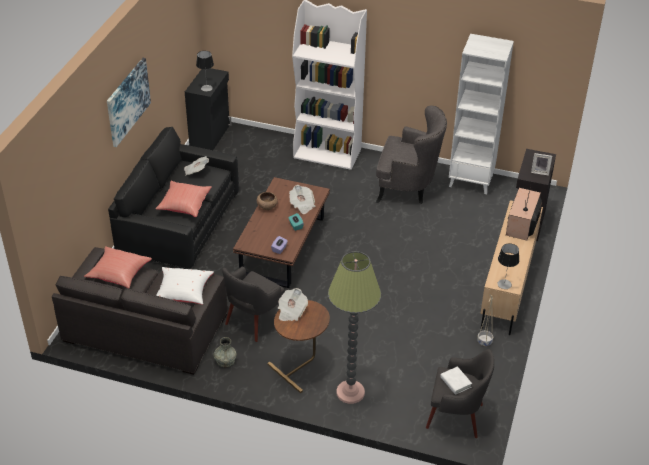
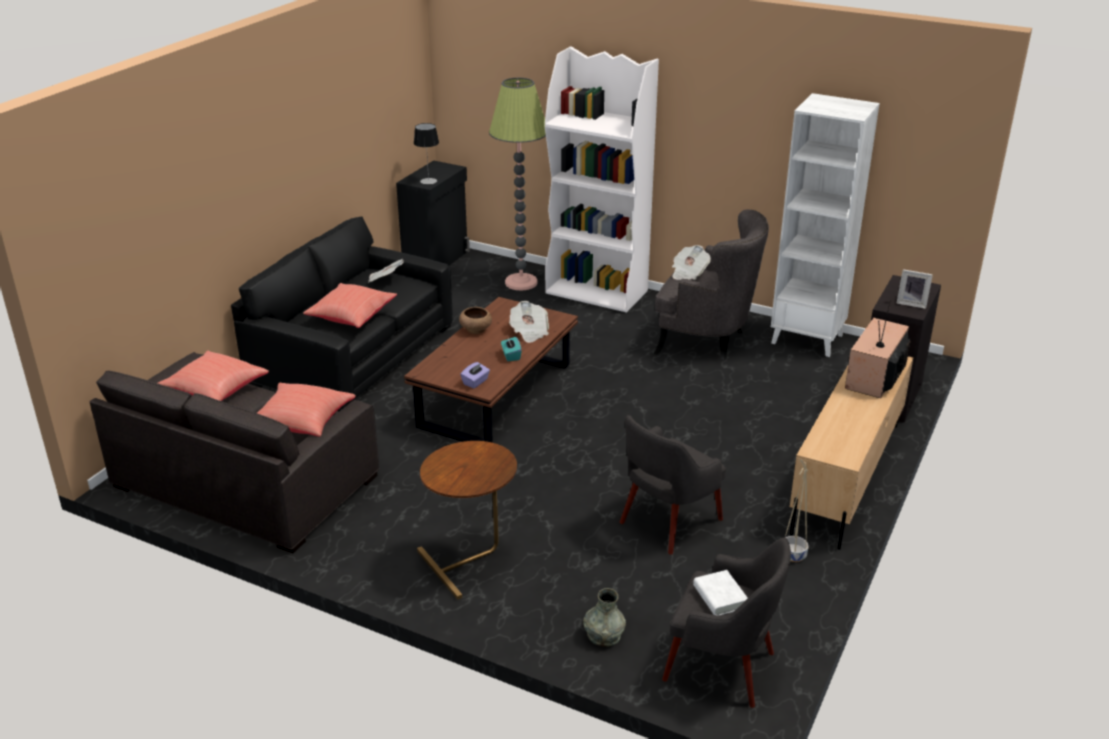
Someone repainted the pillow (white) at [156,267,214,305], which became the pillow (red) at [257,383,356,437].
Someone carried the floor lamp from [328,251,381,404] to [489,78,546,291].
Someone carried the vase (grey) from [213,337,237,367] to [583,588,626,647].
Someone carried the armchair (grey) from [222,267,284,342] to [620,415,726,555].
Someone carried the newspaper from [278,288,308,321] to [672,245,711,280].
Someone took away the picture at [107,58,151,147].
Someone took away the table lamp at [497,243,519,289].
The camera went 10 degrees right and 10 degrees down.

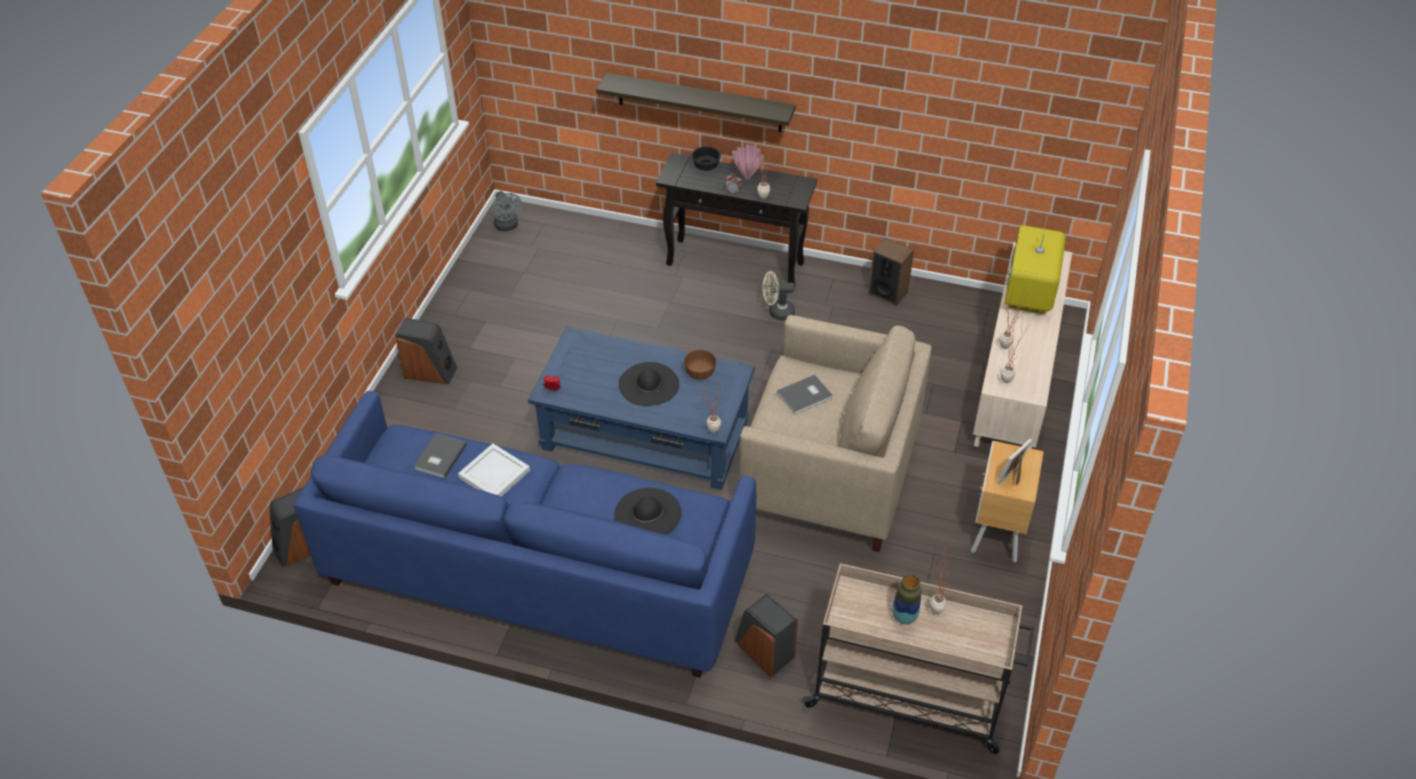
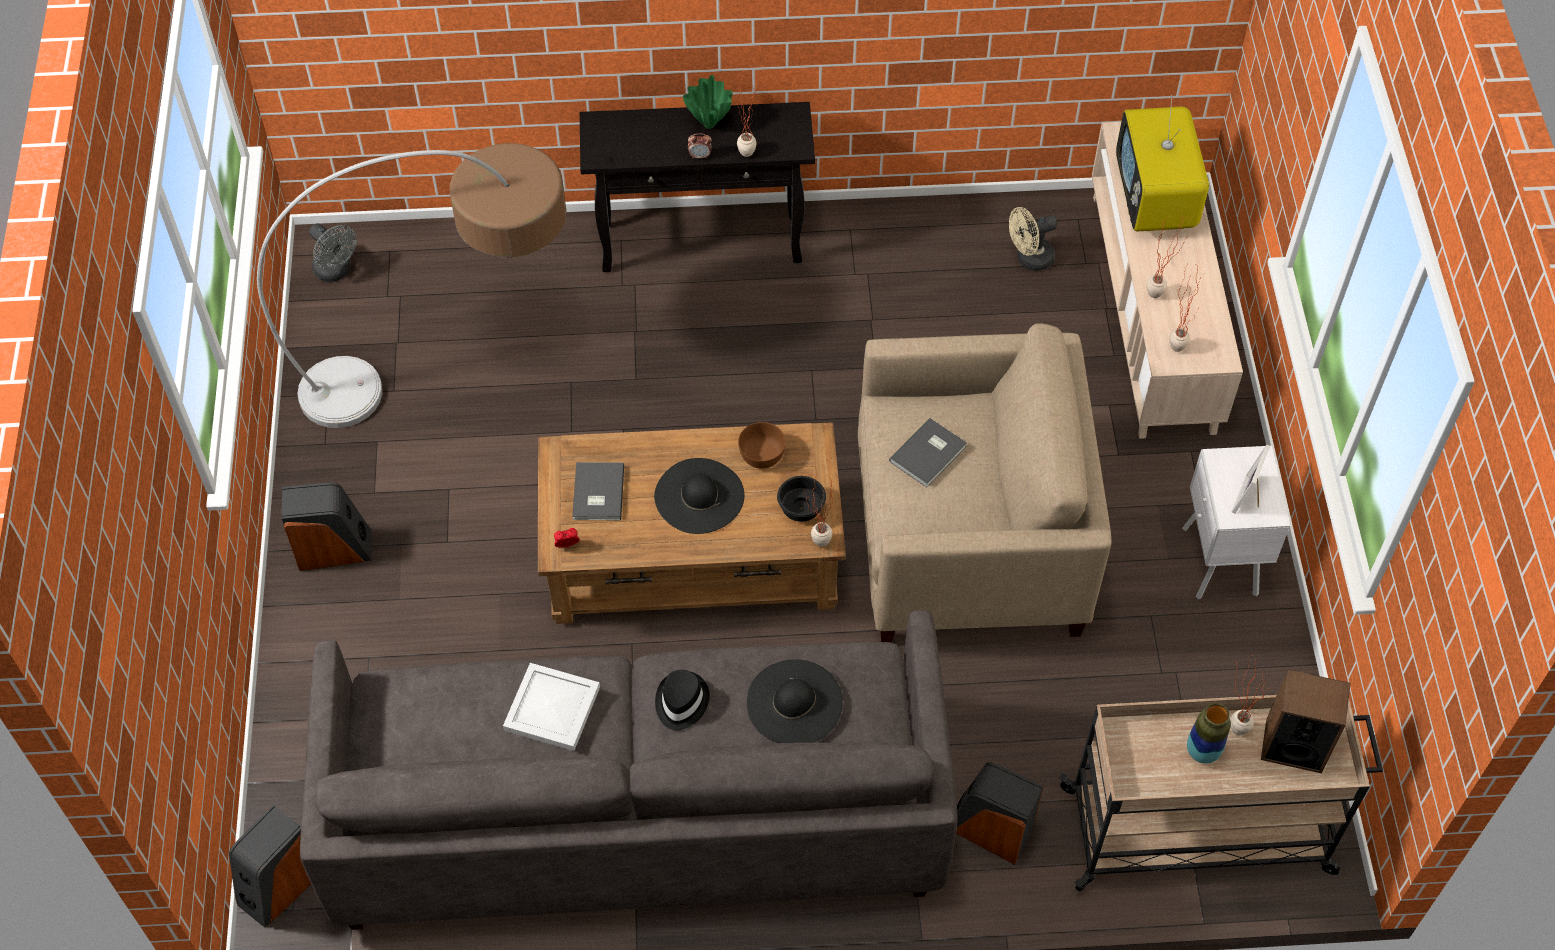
Someone put down the floor lamp at [257,143,566,428].
Someone repainted the sofa (blue) at [294,391,756,678], which became the sofa (grey) at [300,610,958,930].
Someone repainted the coffee table (blue) at [528,327,755,490], which became the coffee table (brown) at [538,422,846,624].
Someone carried the book (grey) from [414,433,467,478] to [572,462,624,520].
Someone put down the hat (black) at [655,670,709,730].
Someone repainted the vase (pink) at [732,144,764,179], which became the vase (green) at [683,75,733,129].
Someone carried the bowl (black) from [692,146,721,170] to [777,476,826,522].
Someone carried the fan (beige) from [763,271,795,320] to [1009,207,1057,271].
Someone repainted the nightstand (brown) at [971,441,1044,562], which became the nightstand (white) at [1182,446,1290,599].
Someone carried the speaker from [868,238,914,306] to [1261,670,1350,773].
Someone took away the shelf at [596,73,796,132].
The camera went 20 degrees left and 10 degrees up.

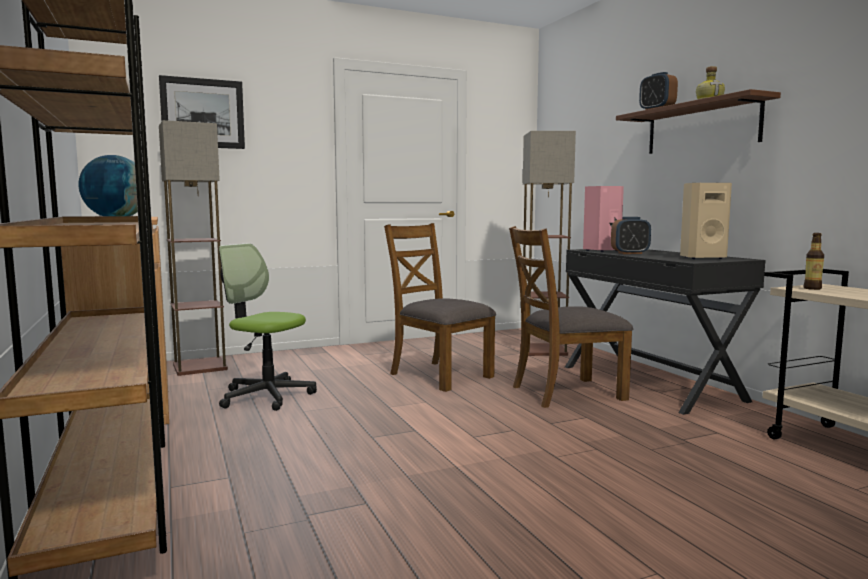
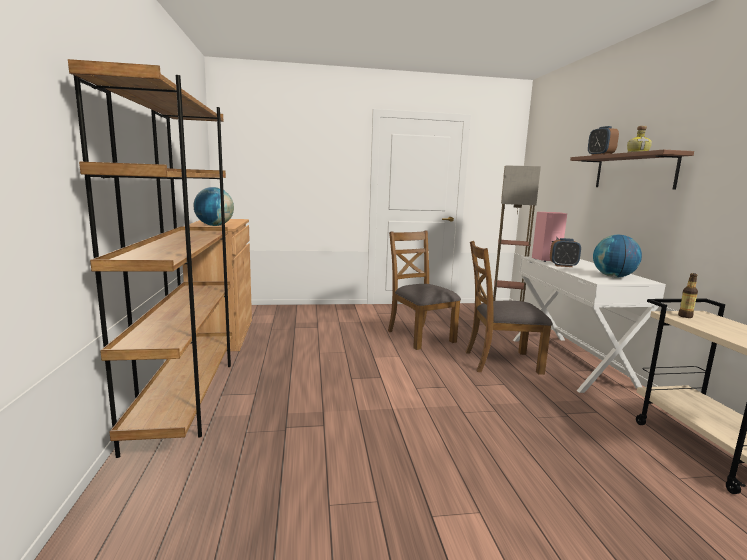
Someone repainted the desk (black) at [565,249,766,415], which became the desk (white) at [513,257,666,393].
Someone swapped the speaker (beige) at [680,183,732,259] for the globe at [593,235,642,278].
Someone took away the picture at [159,75,245,149].
Someone took away the floor lamp at [159,120,228,376].
Someone took away the office chair at [219,243,317,411].
The camera went 15 degrees right and 5 degrees up.

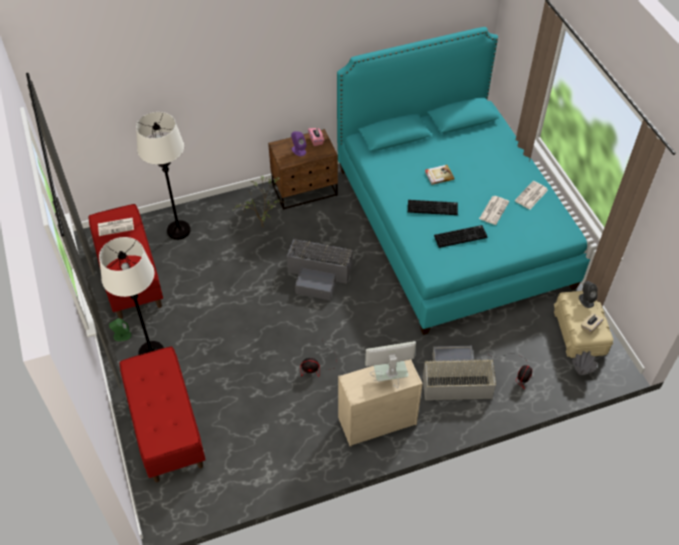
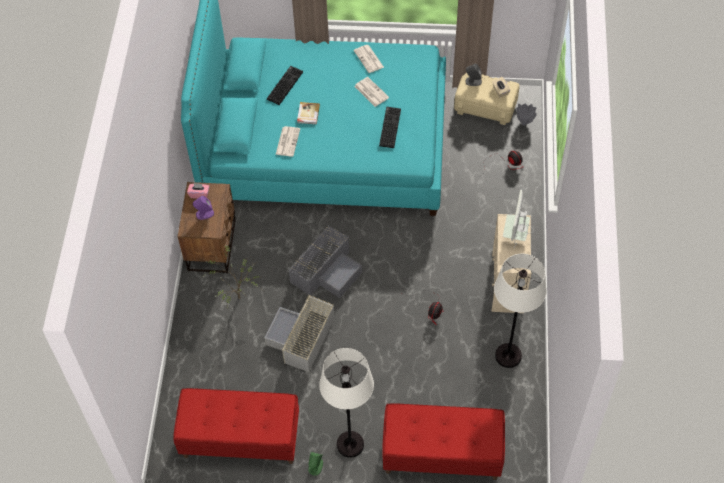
Someone carried the storage box (grey) from [423,346,496,400] to [264,295,335,372].
Someone carried the keyboard from [408,200,458,215] to [267,66,303,105].
Someone carried the newspaper from [98,217,134,236] to [275,126,300,157].
Someone carried the floor lamp (white) from [136,112,191,240] to [494,254,546,368].
The camera went 65 degrees left and 5 degrees up.

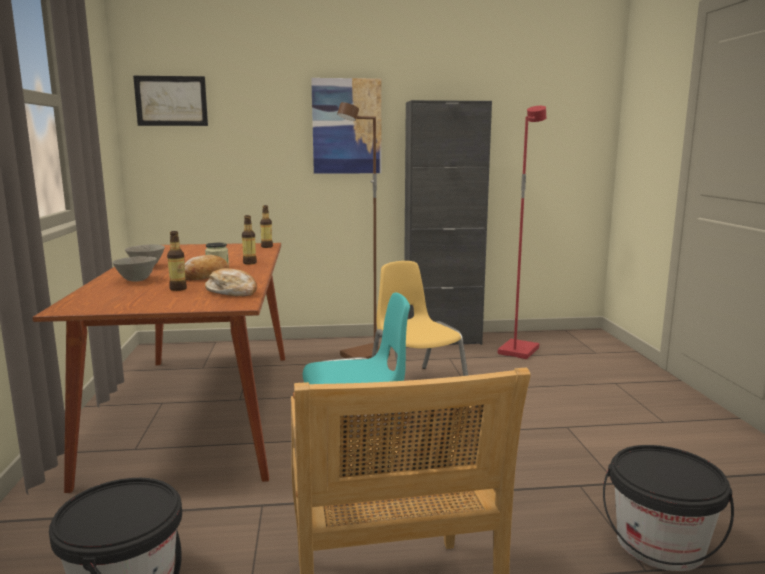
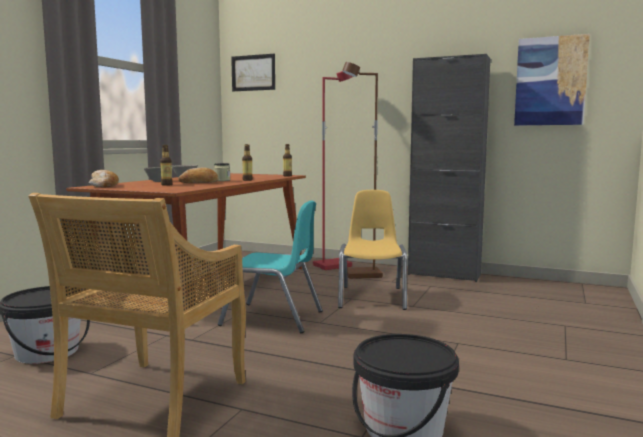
Someone carried the bread from [205,268,257,297] to [89,170,119,187].
Someone carried the floor lamp (red) from [498,106,546,359] to [313,71,352,270].
Someone carried the picture from [311,78,381,174] to [514,34,590,126].
The camera went 30 degrees right and 5 degrees down.

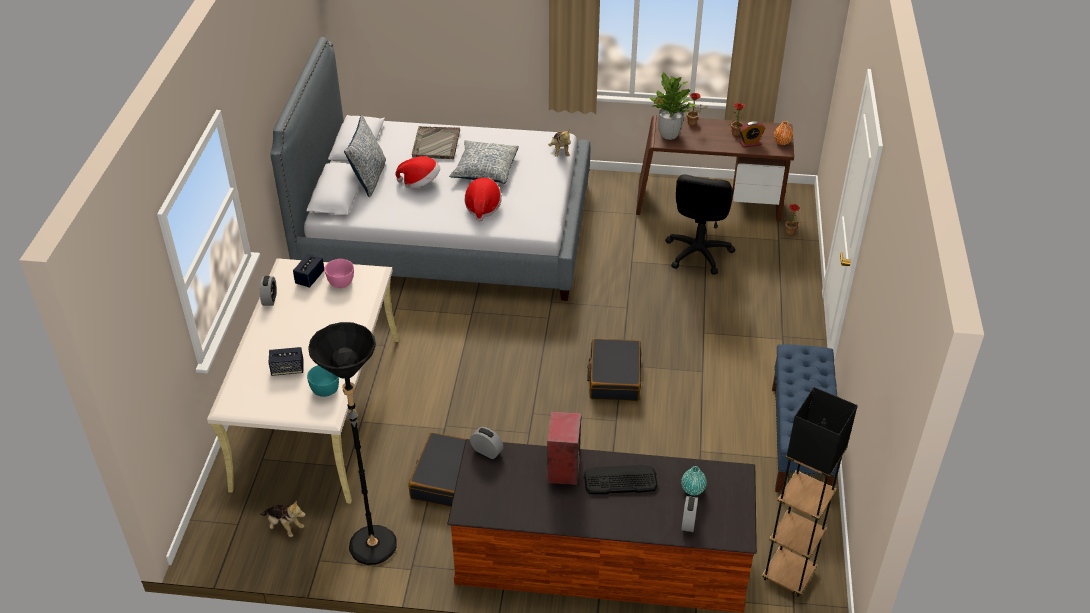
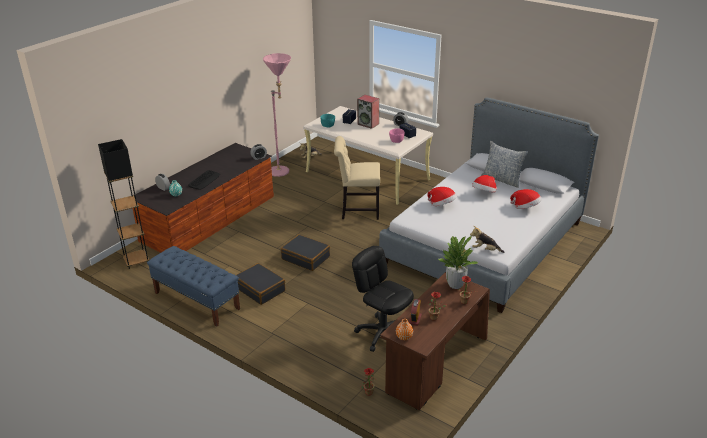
Someone carried the suitcase (black) from [409,432,466,507] to [236,263,285,305].
Someone repainted the floor lamp (black) at [308,322,397,565], which became the floor lamp (pink) at [263,53,291,177].
Someone put down the chair (beige) at [334,136,380,220].
Someone carried the speaker from [547,411,581,485] to [357,95,379,129].
Someone swapped the tray (grey) at [412,126,460,159] for the hat at [510,189,542,209].
Someone took away the pillow at [449,140,519,184].
The camera went 120 degrees right and 10 degrees down.

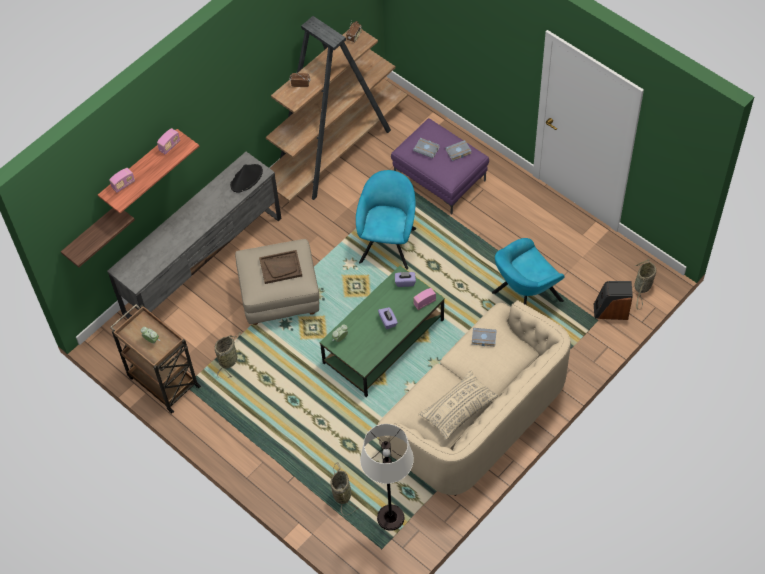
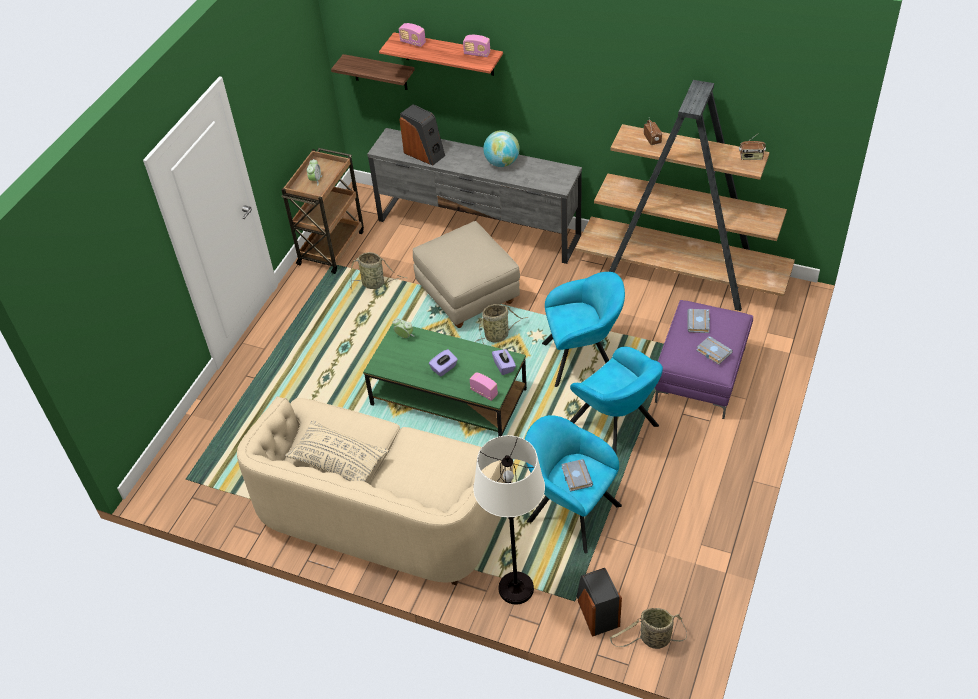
Someone put down the speaker at [399,104,445,166].
Someone carried the floor lamp (white) from [360,424,414,531] to [473,435,545,604].
Someone carried the basket from [330,462,358,516] to [475,304,528,344].
Someone put down the globe at [483,130,520,167].
Someone carried the book (grey) from [472,328,497,347] to [561,459,593,492].
Someone put down the armchair (turquoise) at [570,347,663,453].
Someone took away the hat (black) at [230,164,263,193].
Someone took away the tray (brown) at [259,250,302,284].
The camera went 70 degrees right and 10 degrees down.

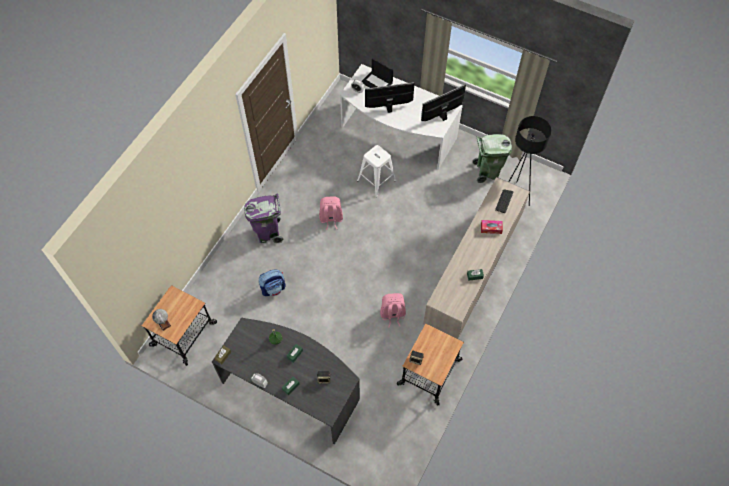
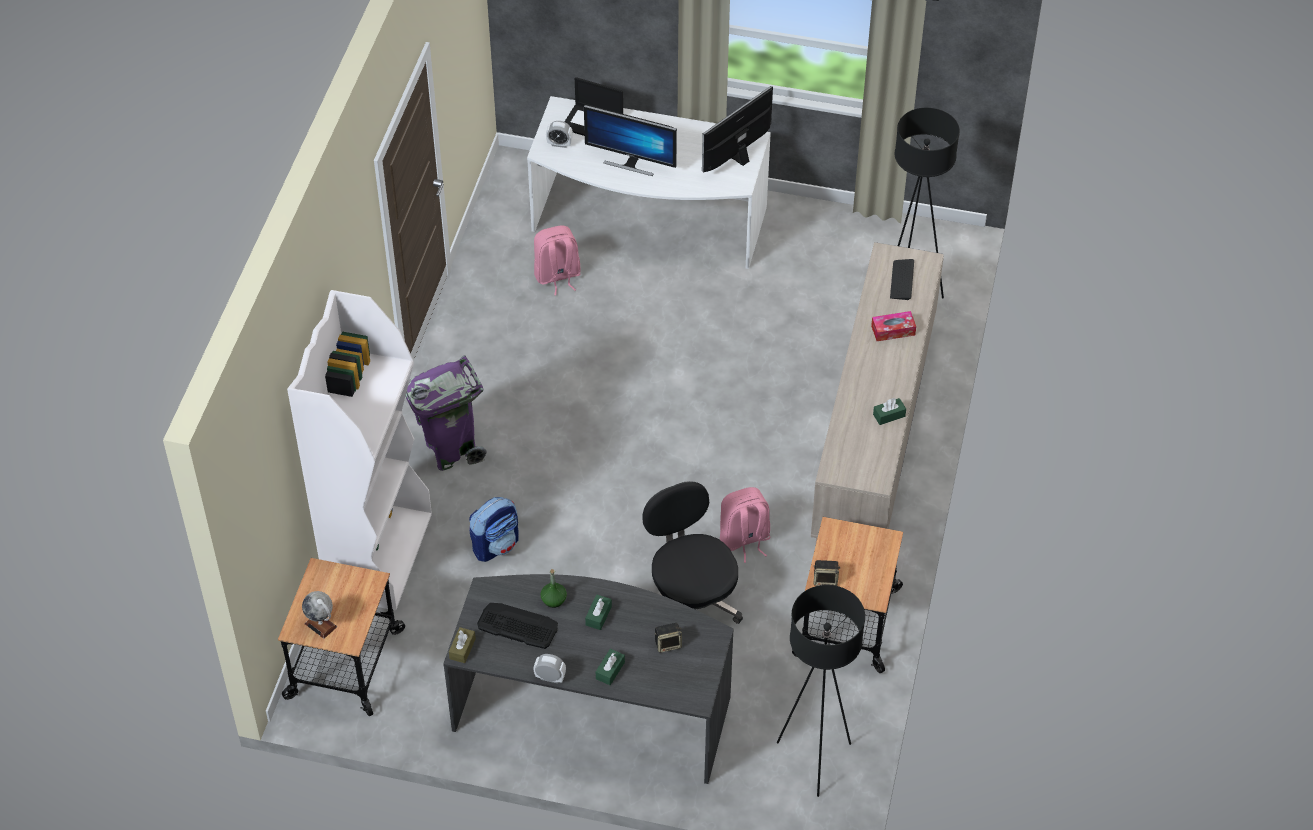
Someone put down the bookcase (white) at [287,290,432,610].
Someone put down the keyboard at [477,603,558,649].
Someone carried the backpack (pink) from [319,196,343,230] to [534,225,581,295].
Someone rotated the monitor at [365,82,415,113] by 135 degrees counterclockwise.
Someone put down the office chair (black) at [643,481,743,624].
Someone put down the floor lamp (black) at [777,585,865,797].
Someone took away the stool (white) at [357,145,396,197].
Someone took away the trash can (green) at [473,134,512,183].
The camera went 15 degrees left and 10 degrees down.

